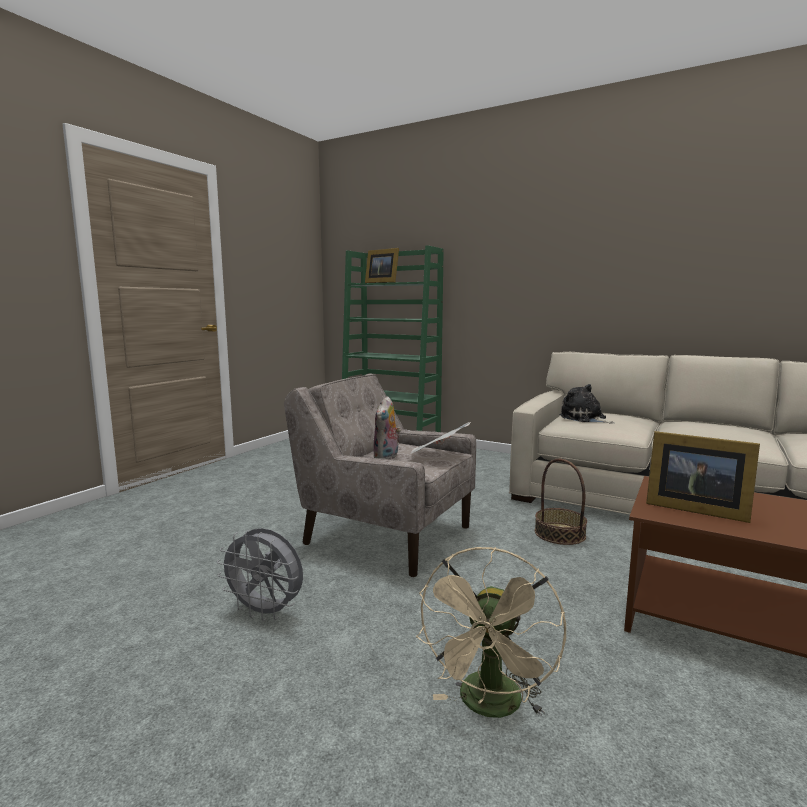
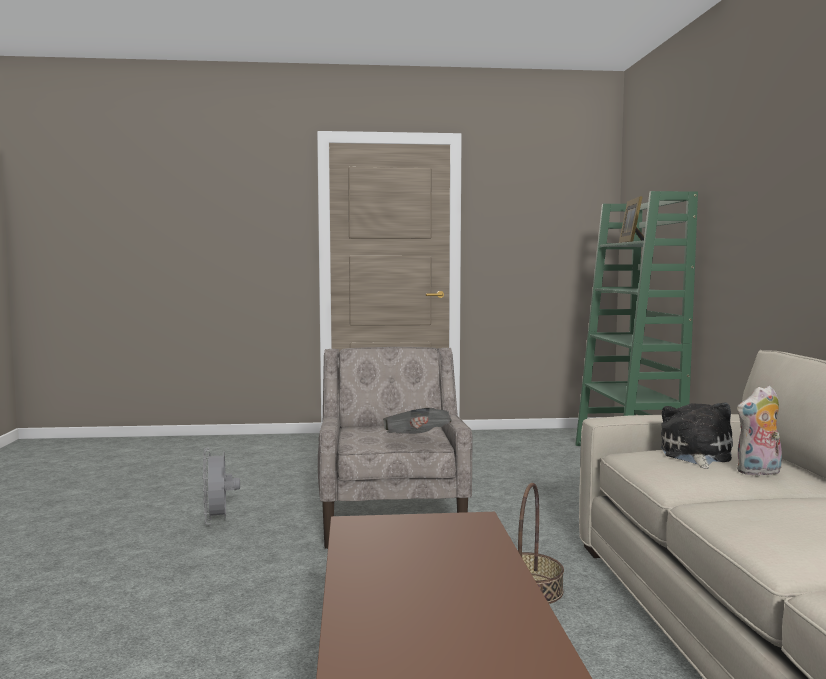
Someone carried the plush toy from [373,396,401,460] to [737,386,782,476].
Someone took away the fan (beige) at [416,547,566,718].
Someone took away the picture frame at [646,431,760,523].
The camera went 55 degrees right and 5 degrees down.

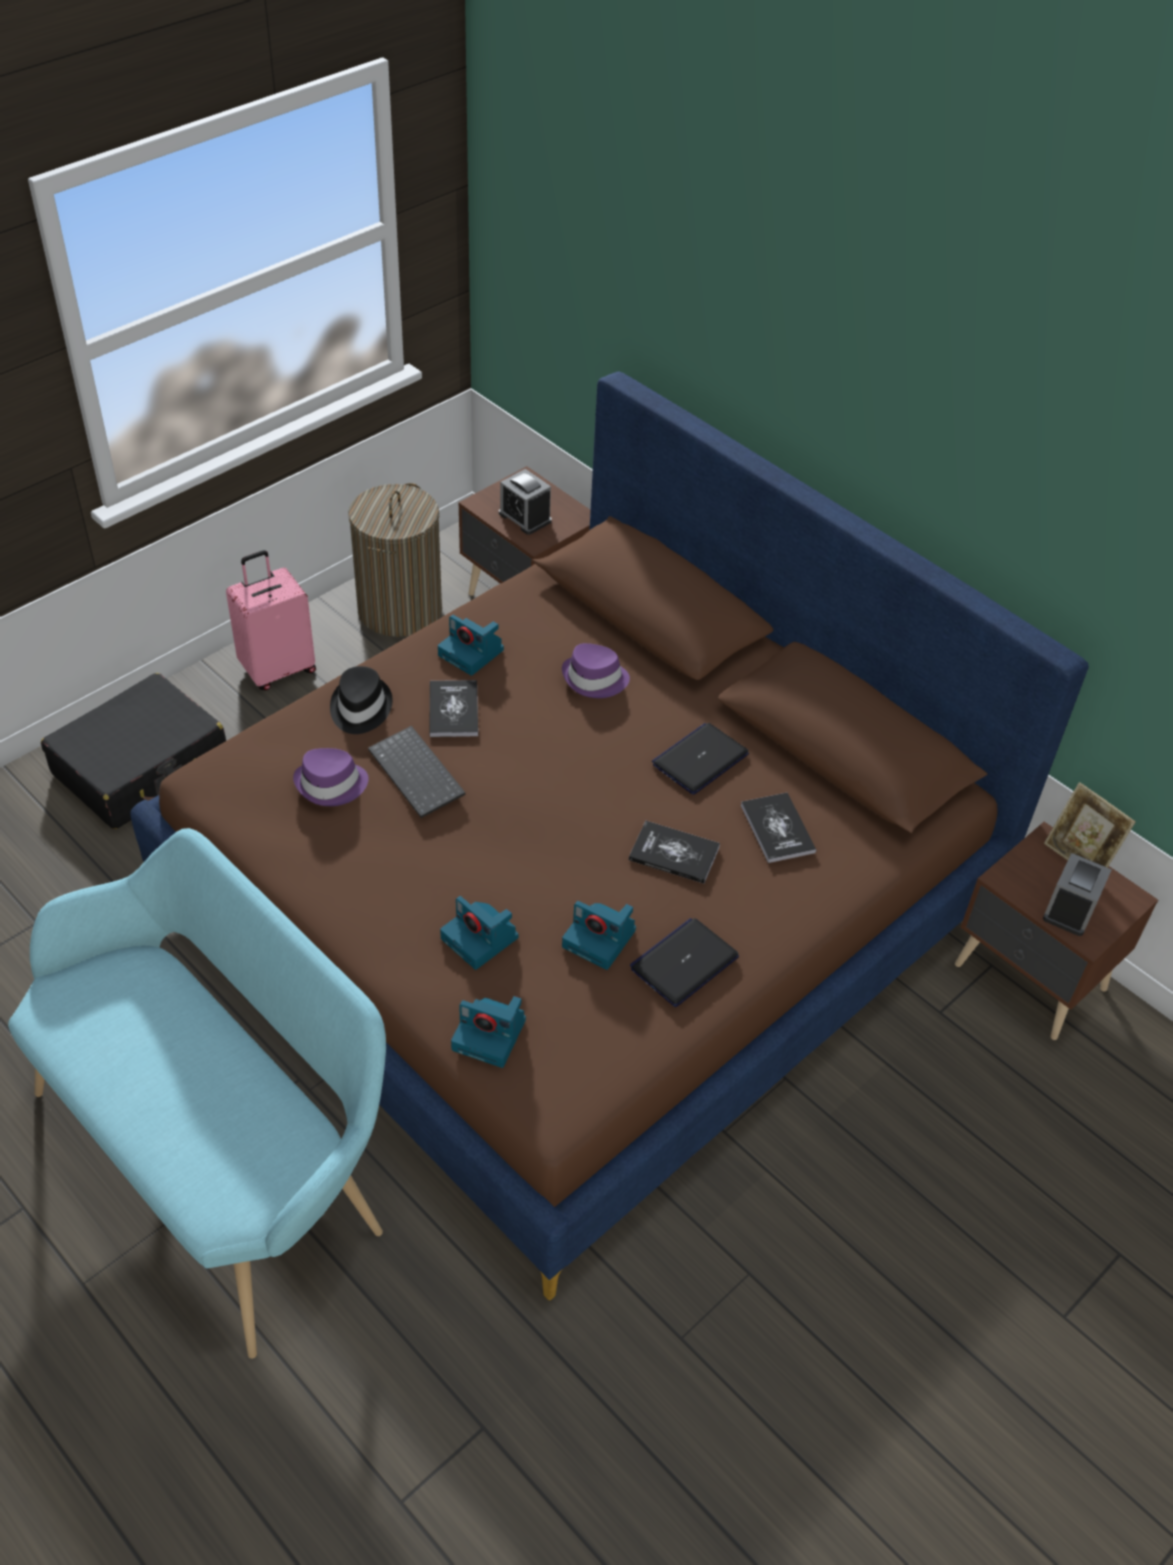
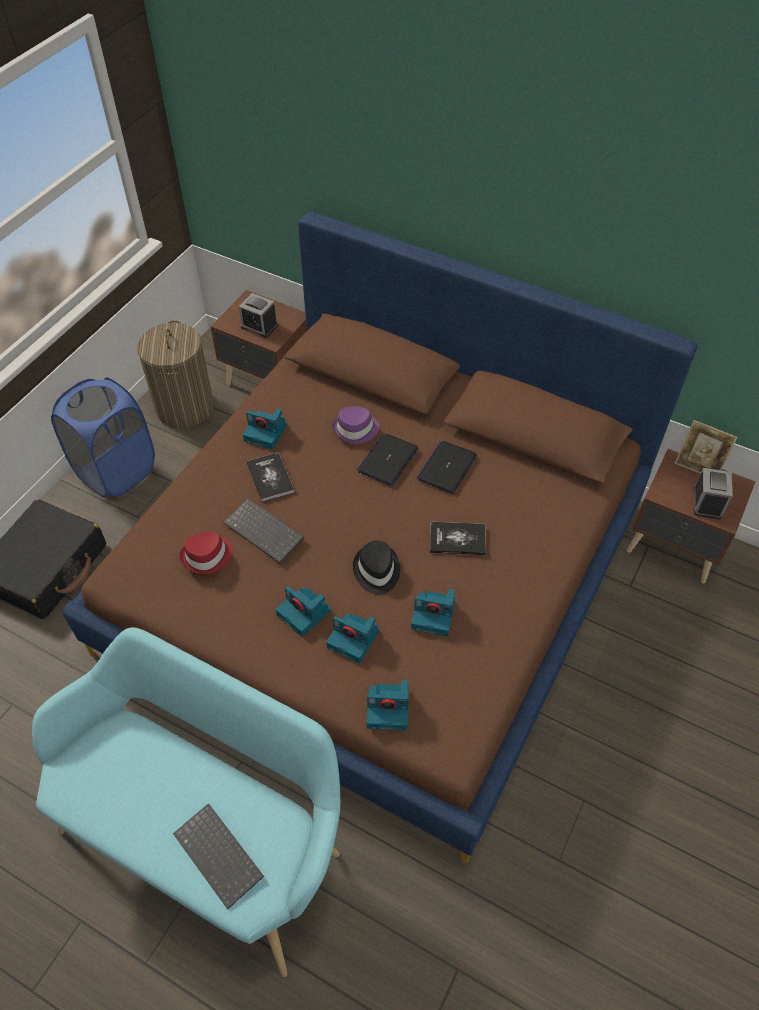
Someone swapped the suitcase (pink) at [226,550,316,690] for the laundry basket (blue) at [51,377,155,498].
Someone put down the keyboard at [173,803,264,909].
Someone repainted the hat (purple) at [293,748,369,806], which became the hat (red) at [180,531,233,575].
Someone put down the photo camera at [276,586,331,637].
Someone carried the hat (black) from [330,666,393,734] to [353,541,400,594].
Someone carried the laptop from [630,918,739,1007] to [357,434,418,486].
Someone took away the book at [741,793,816,863].
The camera went 15 degrees left and 5 degrees up.

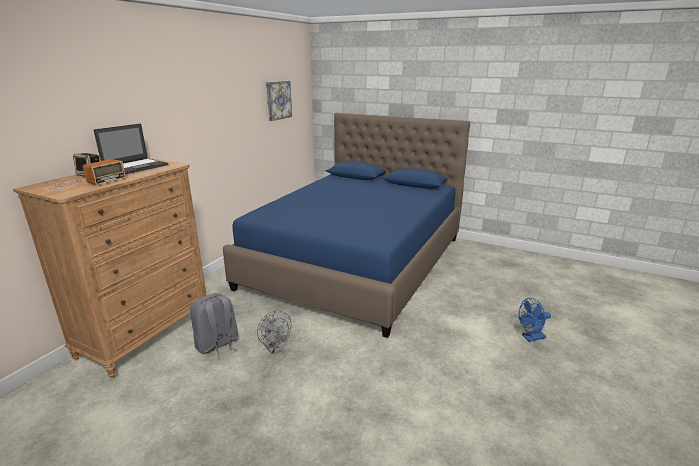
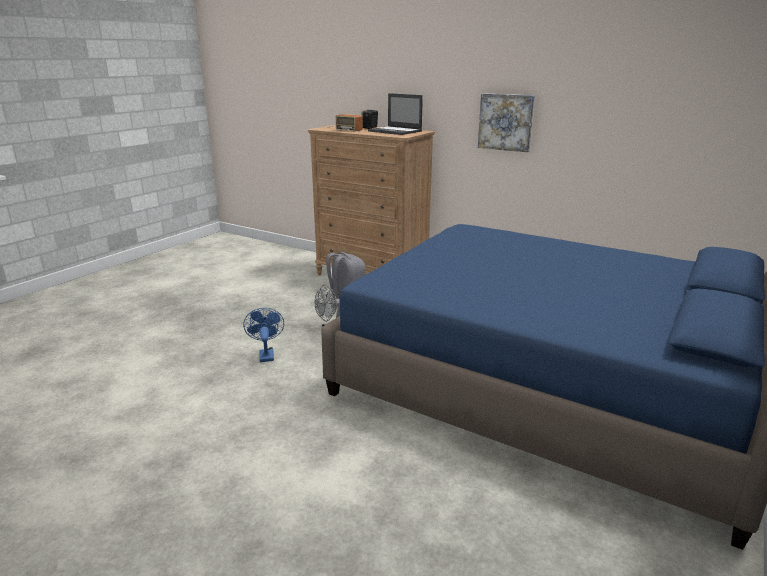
Someone carried the fan (blue) from [518,298,551,342] to [243,308,284,362].
Someone carried the picture from [266,81,292,121] to [478,93,535,152].
The camera went 95 degrees right and 0 degrees up.

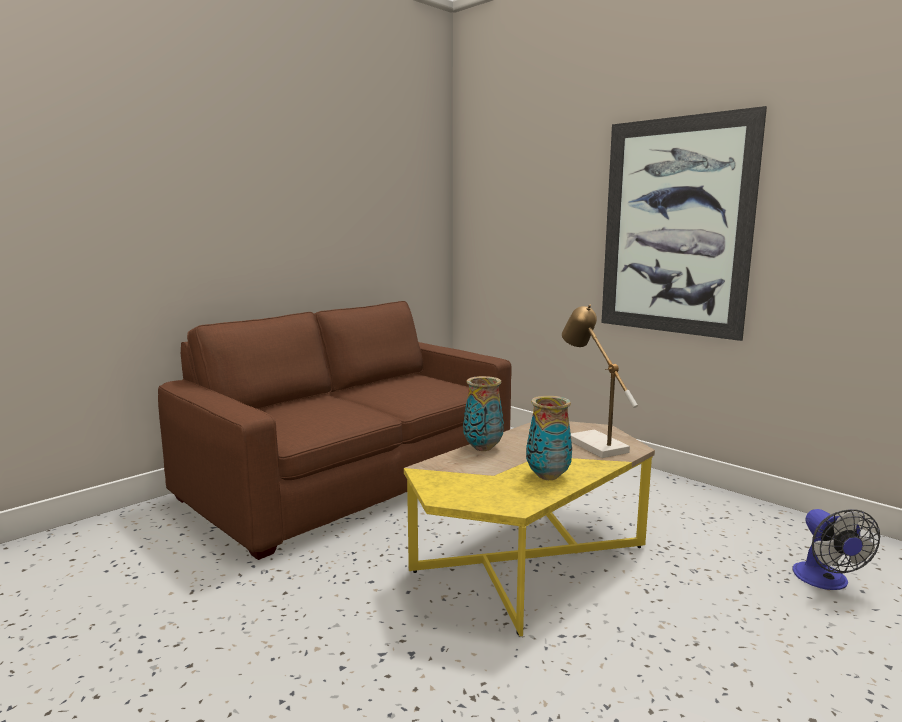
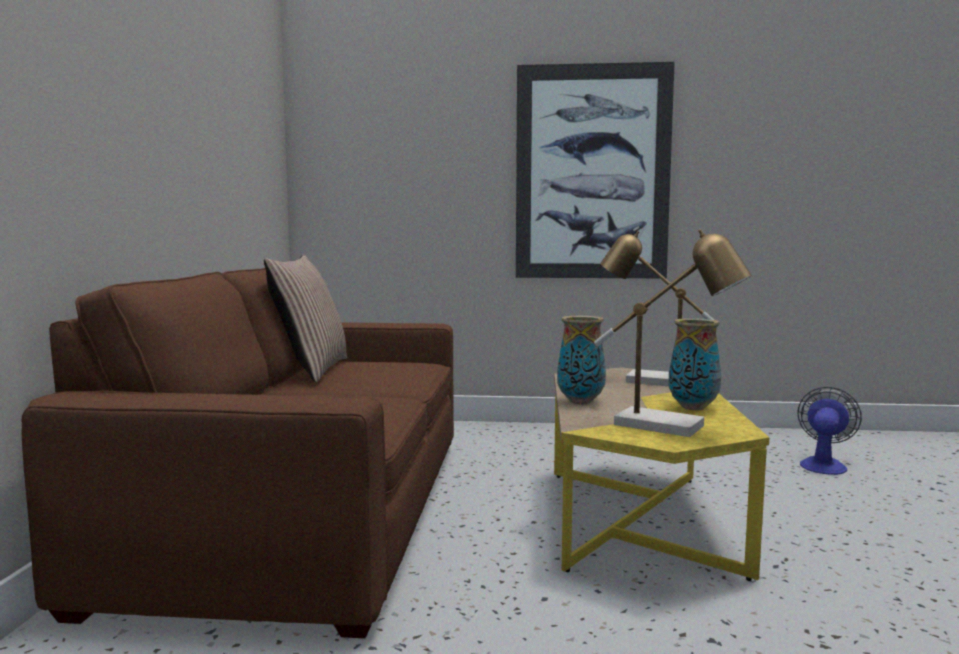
Someone put down the pillow at [264,255,347,383].
Someone put down the table lamp at [594,229,752,437].
Someone rotated the fan at [793,509,880,590] by 105 degrees counterclockwise.
The camera went 40 degrees left and 5 degrees down.

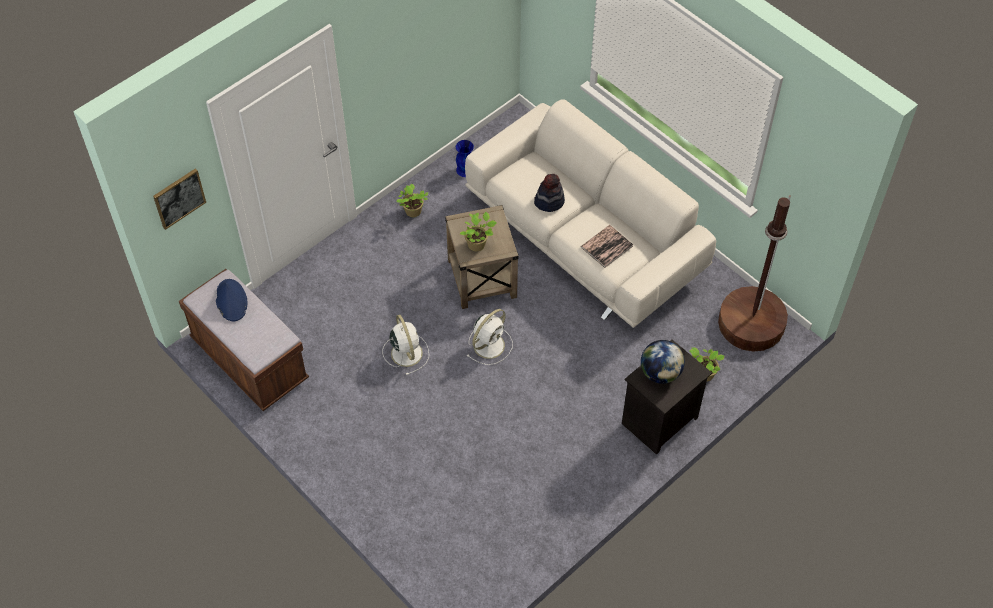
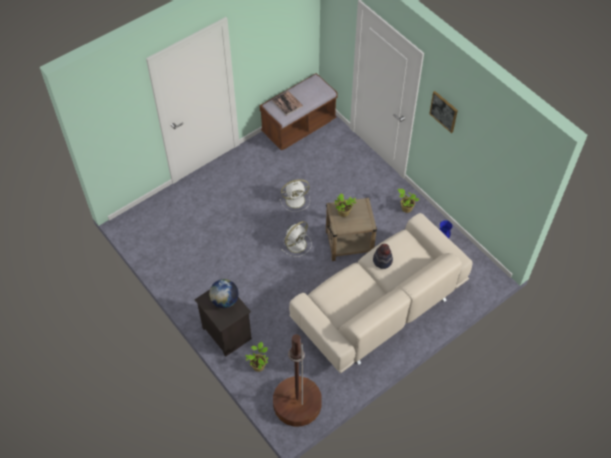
Someone carried the book from [581,225,633,268] to [272,91,303,116].
Someone rotated the fan (white) at [466,309,513,365] by 90 degrees counterclockwise.
Someone carried the picture from [153,168,206,230] to [429,91,458,133].
Someone took away the hat (blue) at [216,279,247,321].
The camera went 95 degrees right and 0 degrees up.

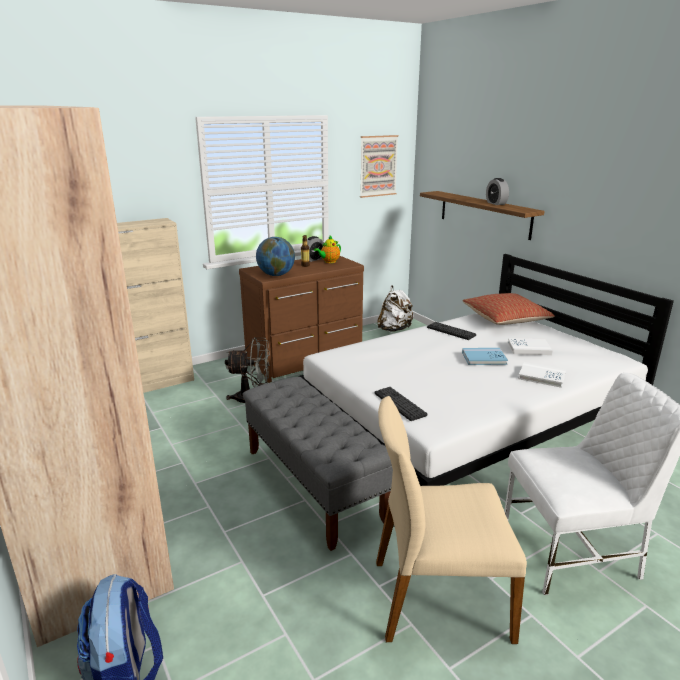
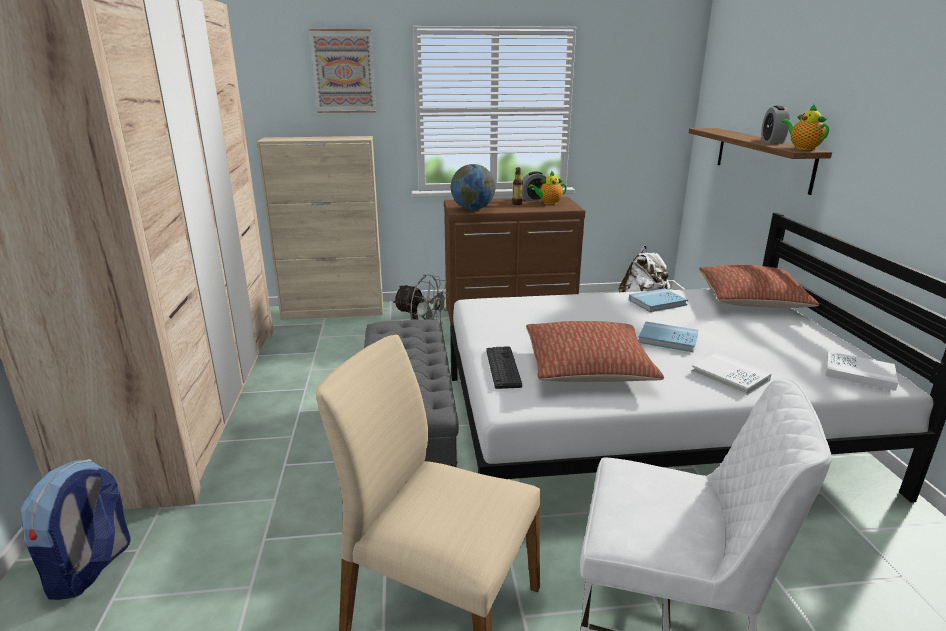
Someone carried the picture from [360,135,399,198] to [310,29,376,113].
Someone put down the pillow at [526,321,664,382].
Someone swapped the keyboard at [427,322,476,340] for the book (blue) at [629,288,688,312].
Someone put down the teapot at [782,104,829,150].
Someone carried the book (white) from [508,338,553,355] to [826,351,898,391].
The camera went 25 degrees right and 0 degrees up.

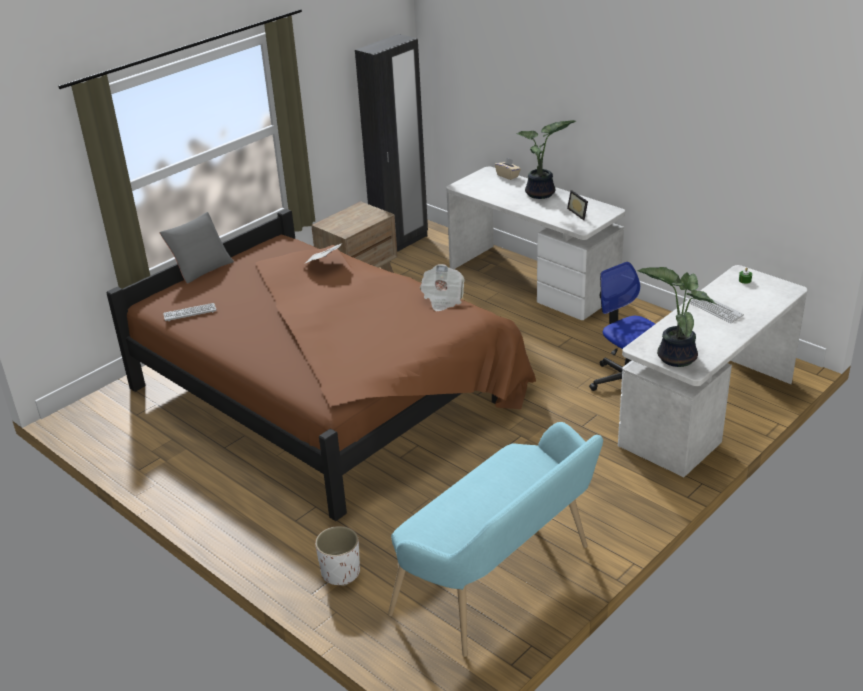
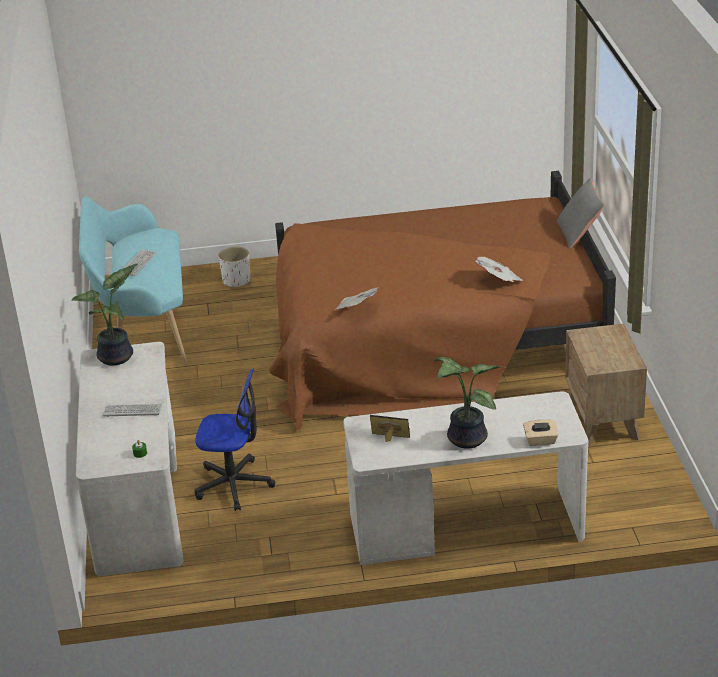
Someone carried the keyboard from [163,303,216,321] to [123,249,157,276].
Someone took away the wardrobe (black) at [355,34,428,252].
The camera went 130 degrees right and 0 degrees up.

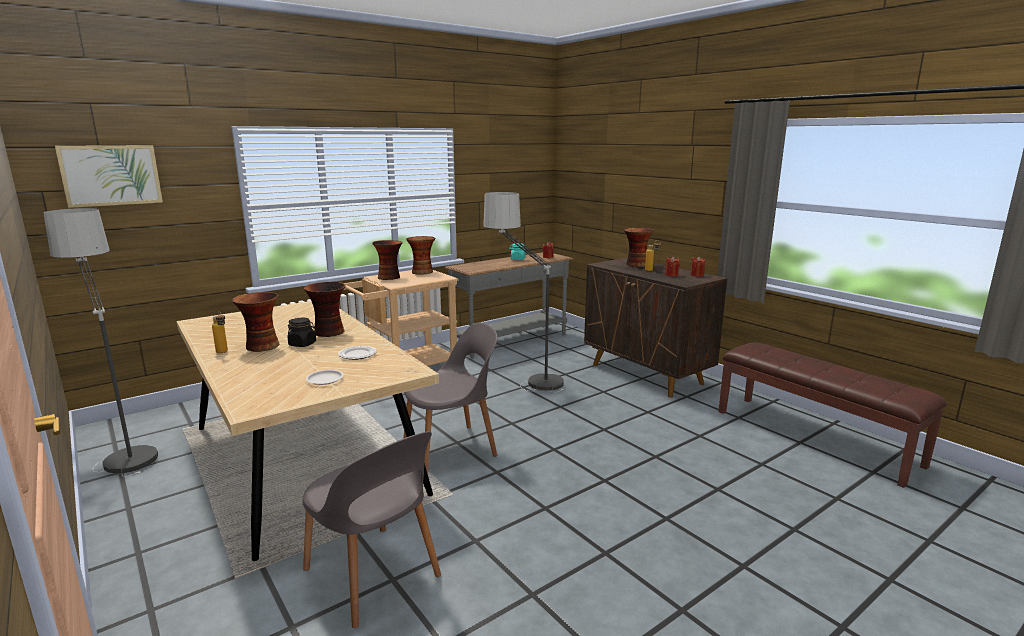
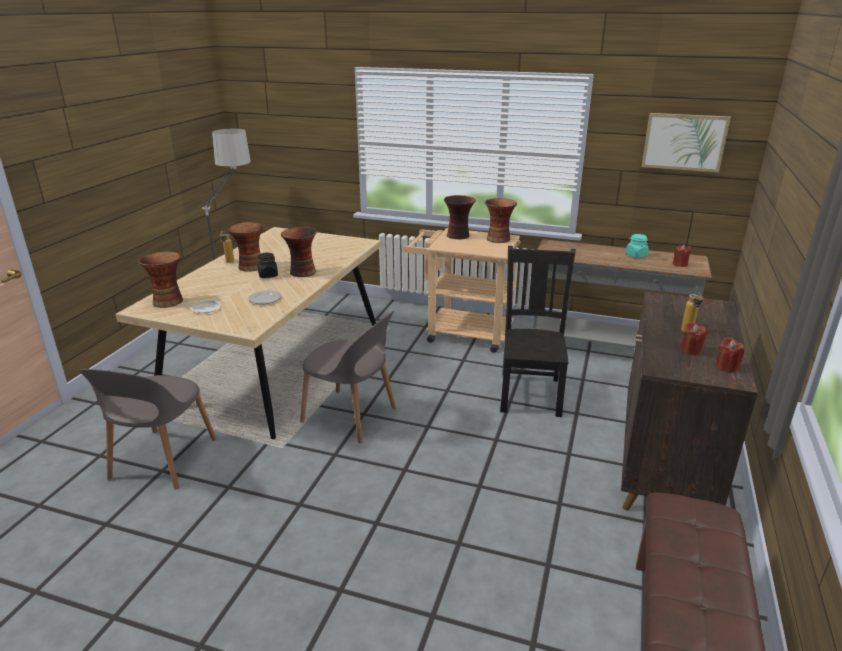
Someone carried the vase from [624,228,654,267] to [138,252,183,308].
Someone swapped the floor lamp at [483,192,564,392] for the chair (black) at [500,246,576,417].
Someone carried the picture from [55,145,163,208] to [641,113,731,172].
The camera went 55 degrees right and 10 degrees up.

